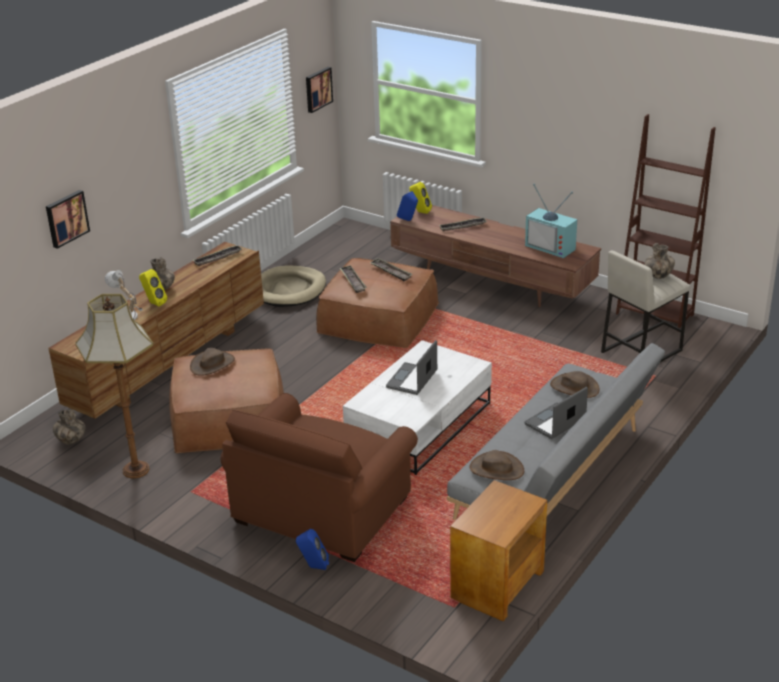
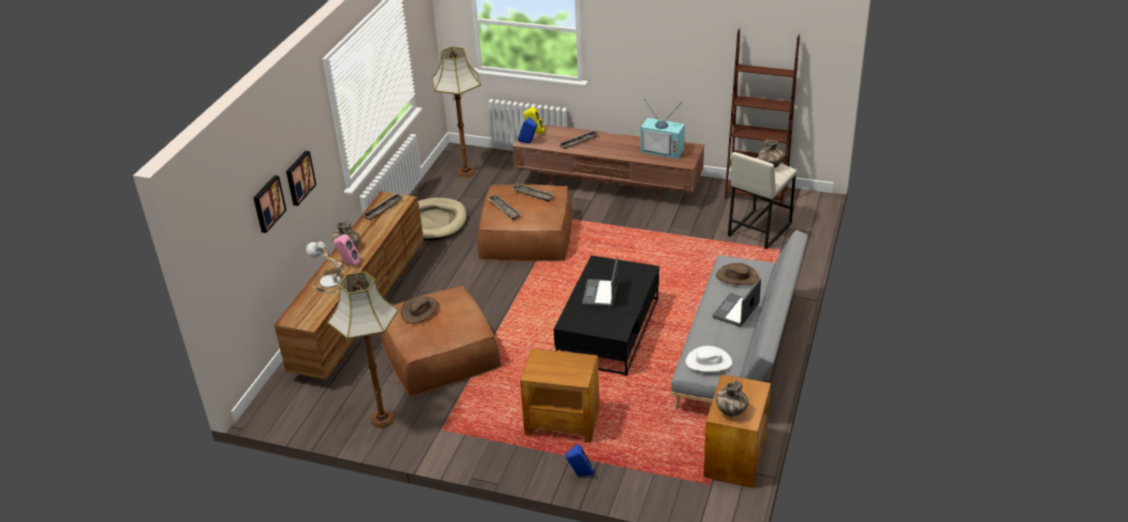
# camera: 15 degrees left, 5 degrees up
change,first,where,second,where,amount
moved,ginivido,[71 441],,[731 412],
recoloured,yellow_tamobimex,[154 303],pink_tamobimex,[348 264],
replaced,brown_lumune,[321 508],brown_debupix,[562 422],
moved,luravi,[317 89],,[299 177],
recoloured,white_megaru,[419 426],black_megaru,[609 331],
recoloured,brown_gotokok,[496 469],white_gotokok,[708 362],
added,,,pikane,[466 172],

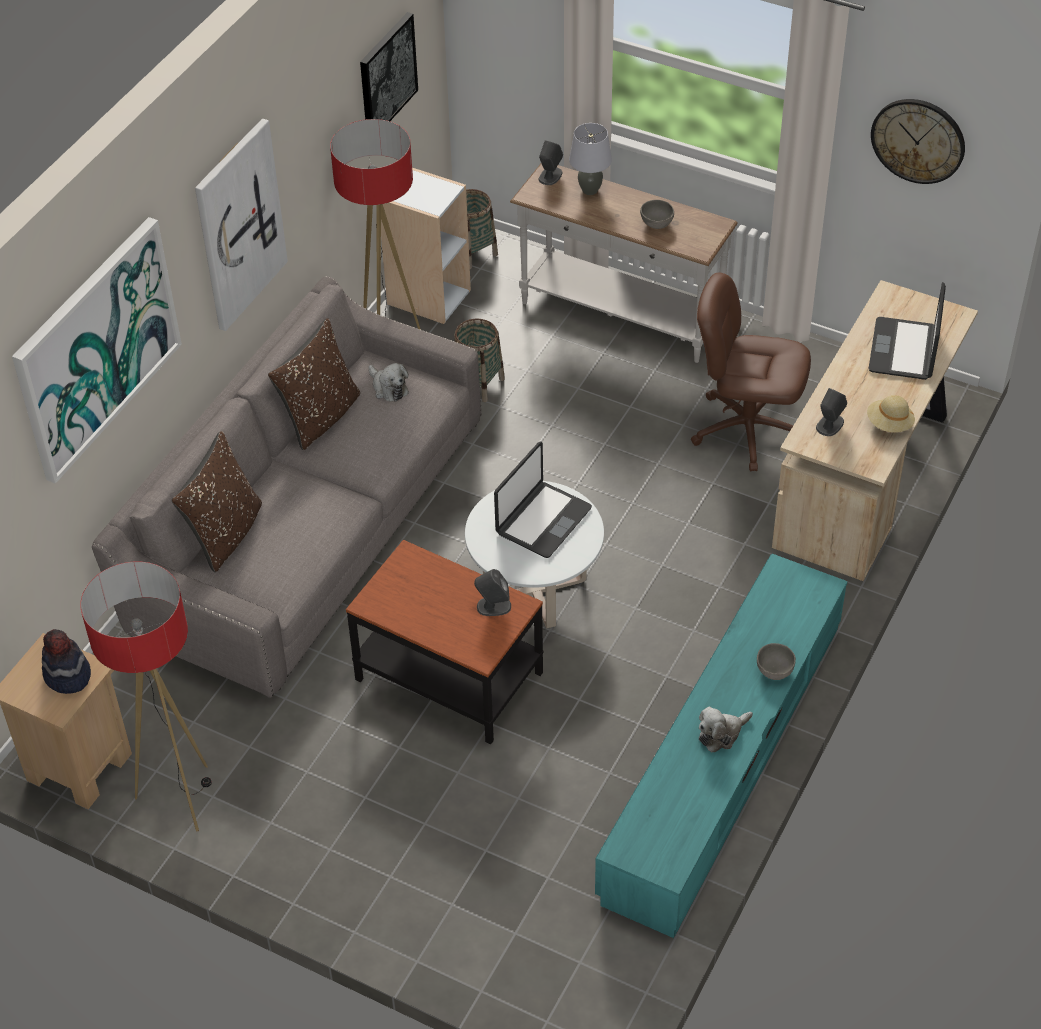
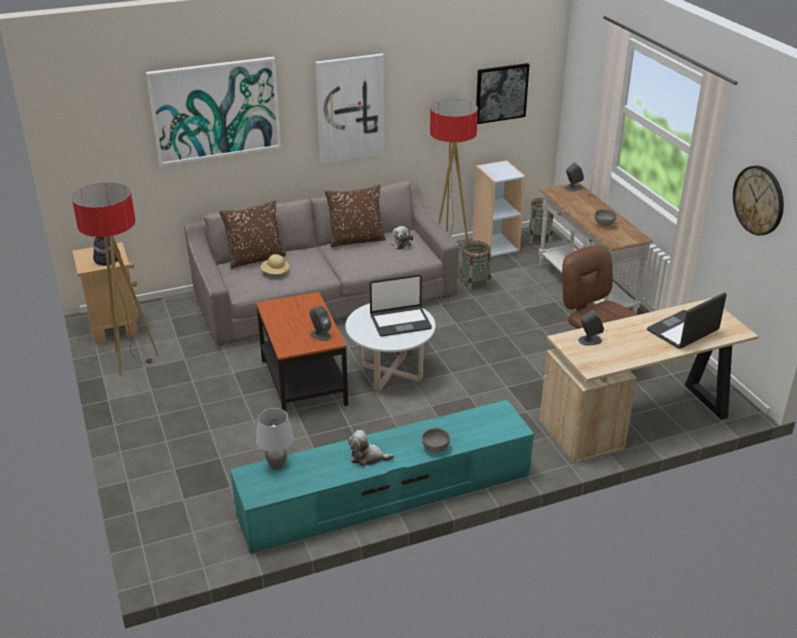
# camera: 40 degrees right, 15 degrees down
change,first,where,second,where,amount
moved,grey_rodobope,[589 190],,[277 465],
moved,beige_gotokok,[889 424],,[275 272],

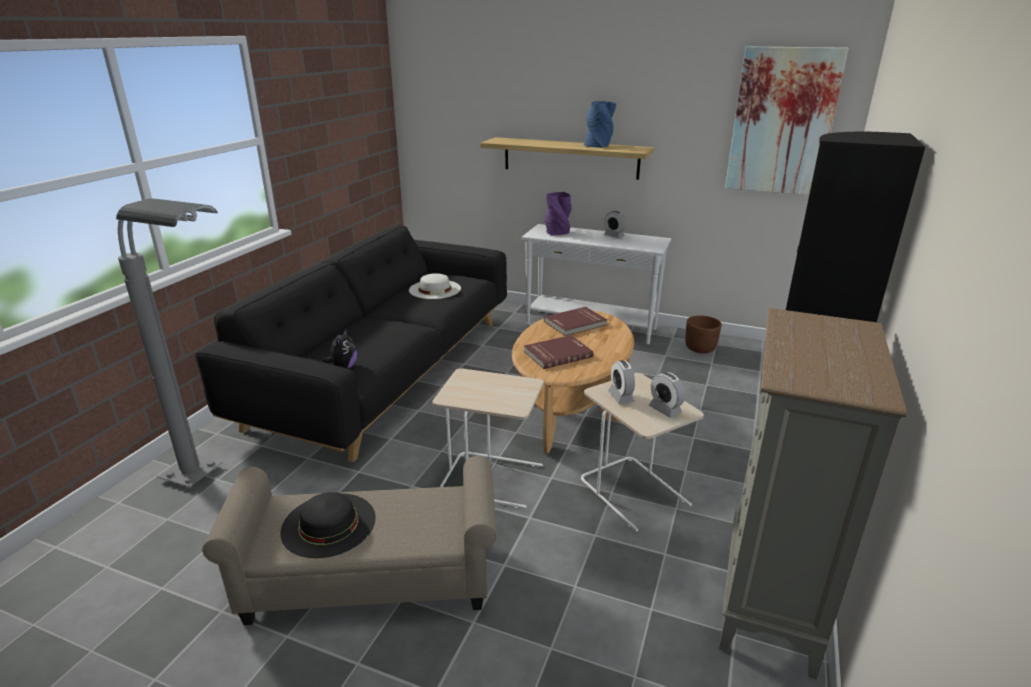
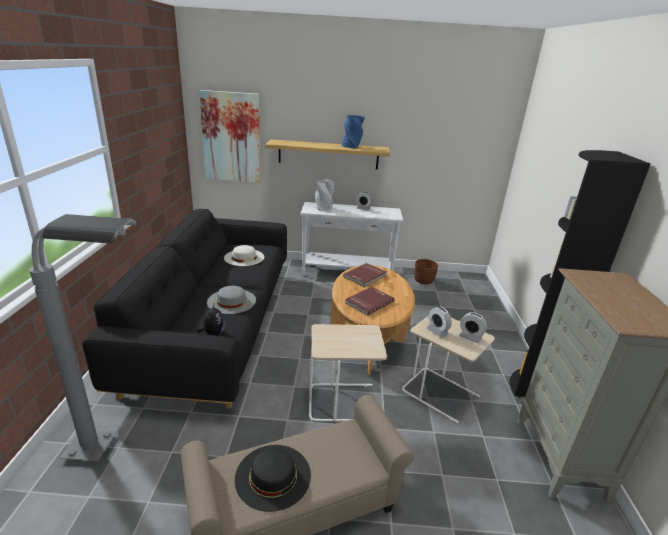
# camera: 20 degrees left, 0 degrees up
change,first,where,second,where,amount
recoloured,purple_ginivido,[557 233],grey_ginivido,[324 208],
moved,luravi,[782 122],,[231 137],
added,,,grey_gotokok,[231 301],

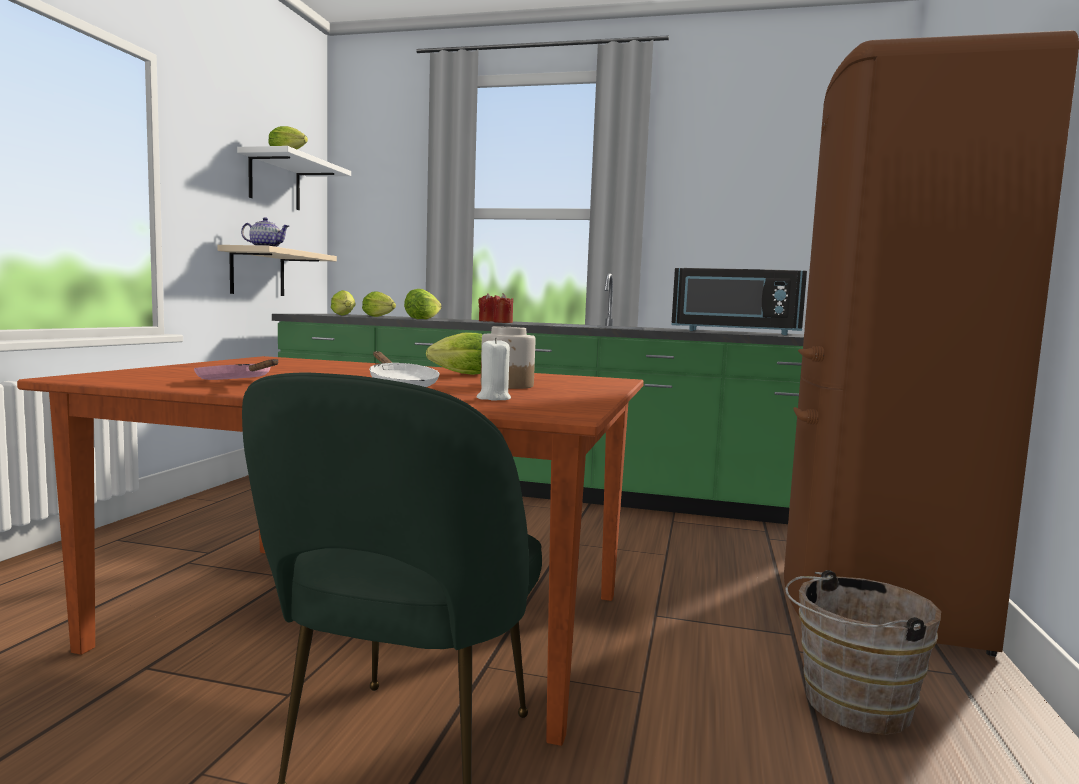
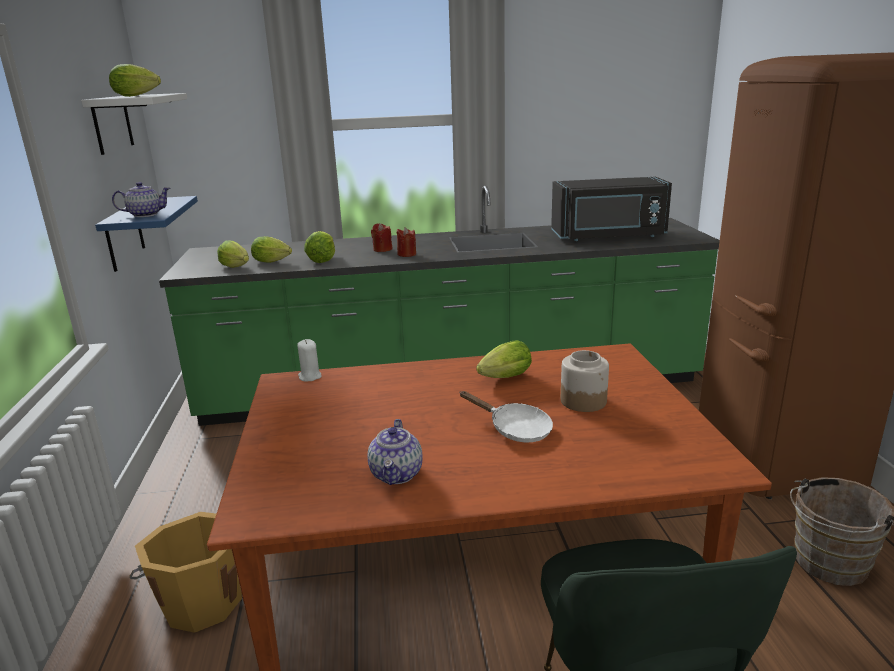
# camera: 20 degrees left, 15 degrees up
change,first,where,second,where,amount
replaced,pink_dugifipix,[238 382],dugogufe,[397 474],
recoloured,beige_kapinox,[257 272],blue_kapinox,[124 235],
moved,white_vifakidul,[493 398],,[310 376],
added,,,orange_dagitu,[202 602],

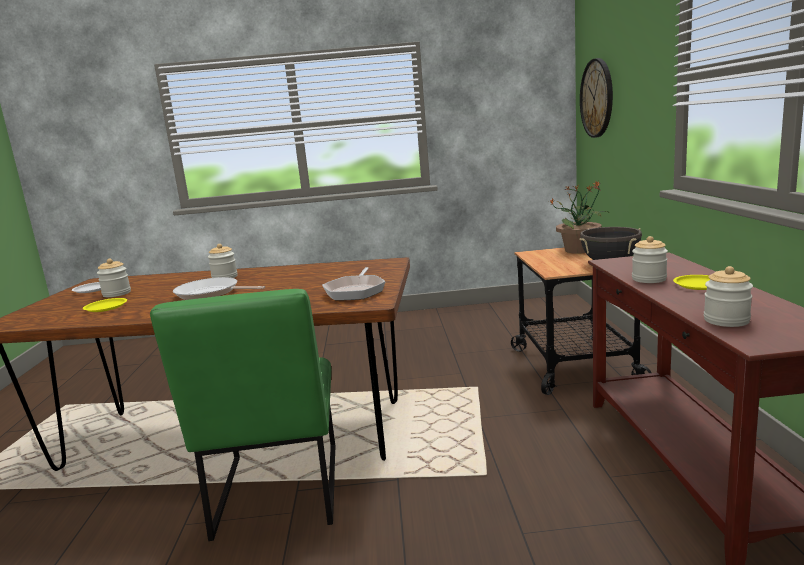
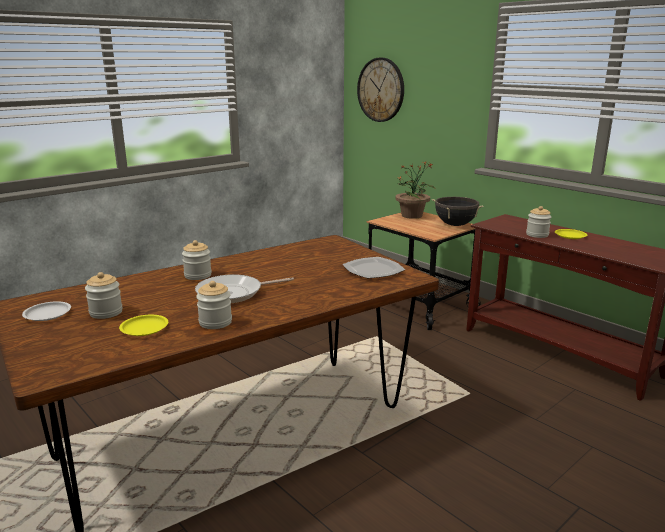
# camera: 40 degrees left, 5 degrees up
change,first,where,second,where,amount
removed,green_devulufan,[277 492],,,
replaced,dugifipix,[356 291],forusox,[373 270],
moved,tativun,[726 320],,[215 322],

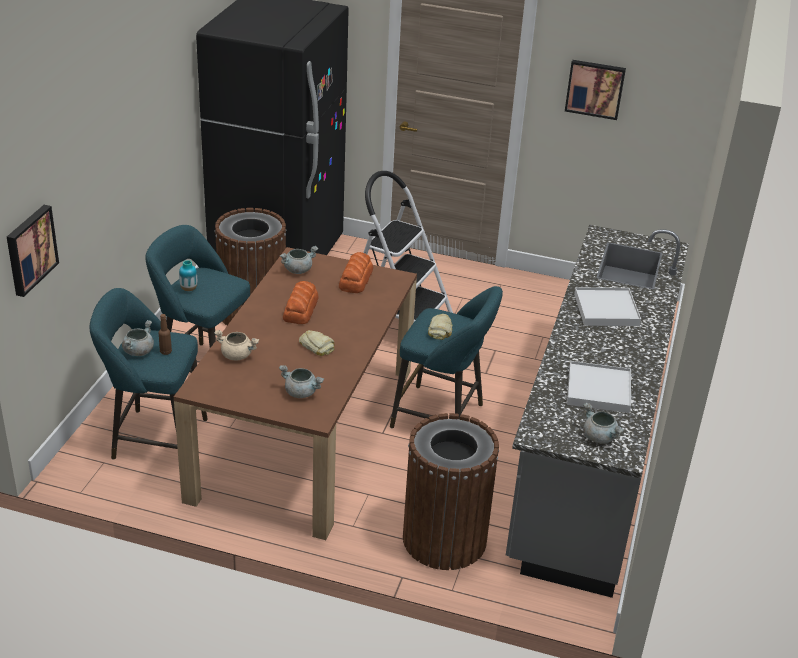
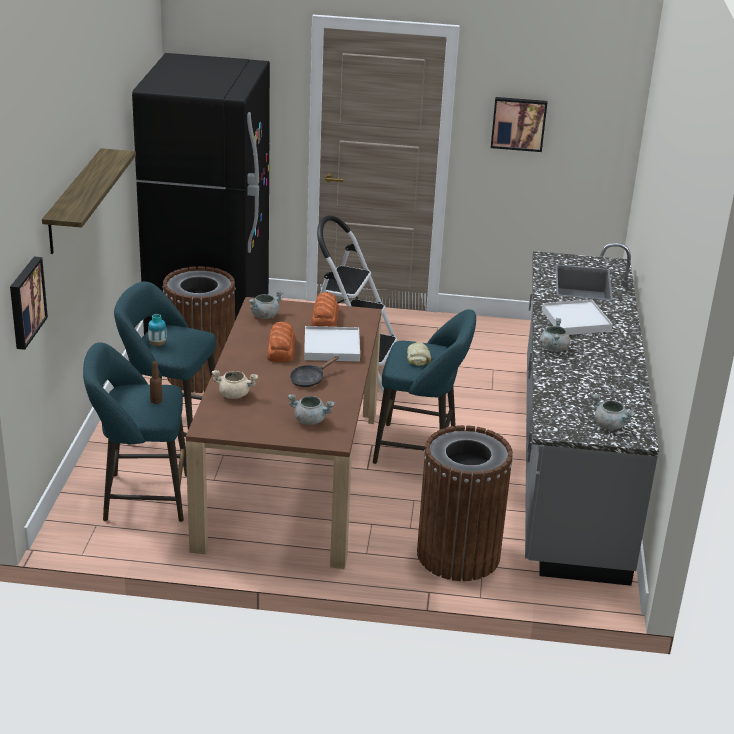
# camera: 10 degrees left, 5 degrees down
change,first,where,second,where,amount
moved,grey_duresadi,[138 351],,[553 348],
replaced,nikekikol,[317 346],black_dugifipix,[309 379],
moved,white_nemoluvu,[598 390],,[332 347],
added,,,kapinox,[74 201],

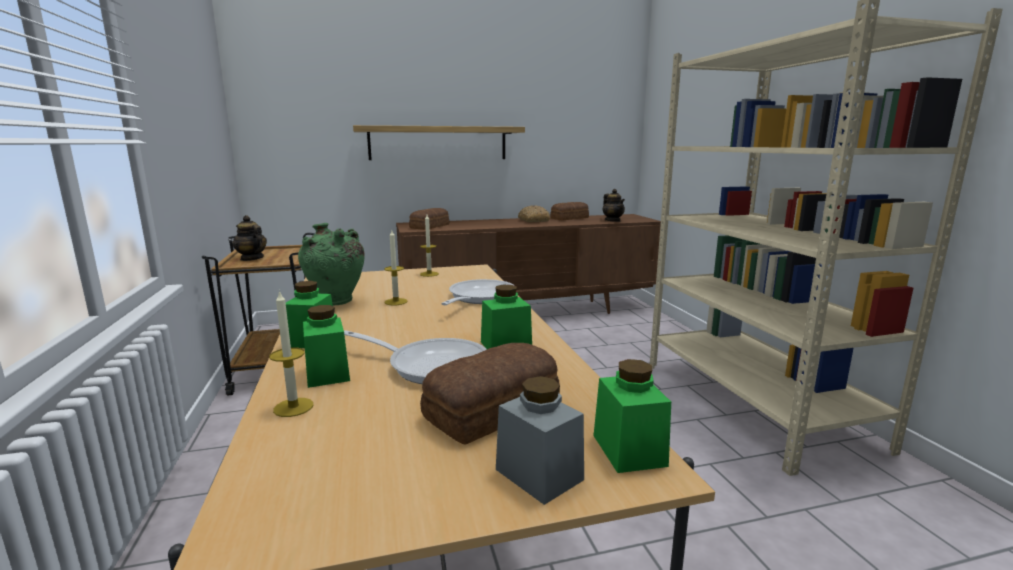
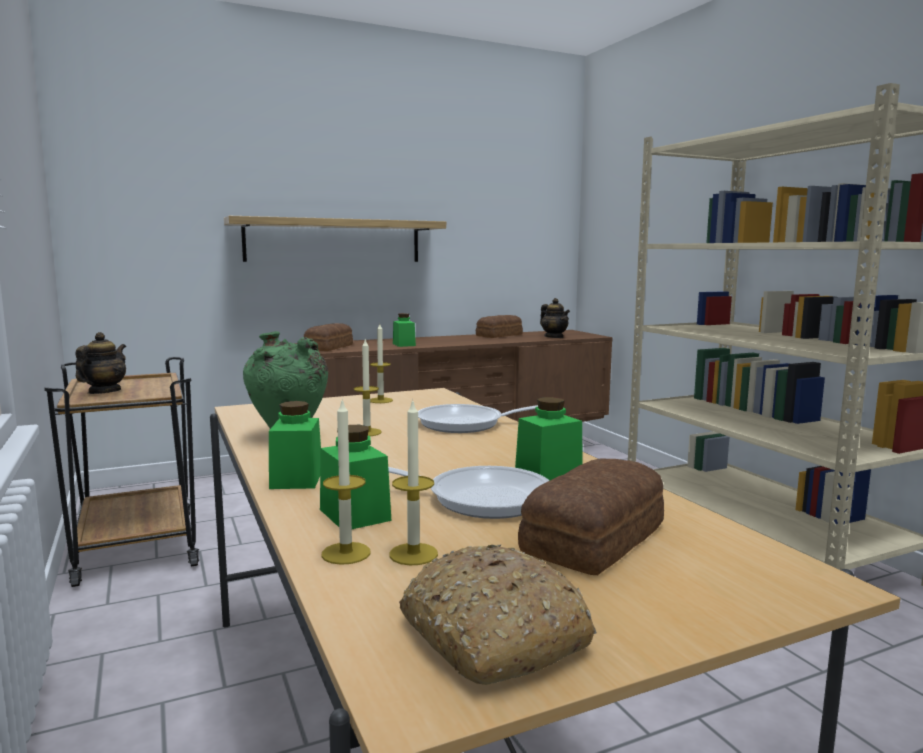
# camera: 10 degrees left, 5 degrees down
change,first,where,second,where,amount
turned,dugogufe,[251 258],,[104 392],75 degrees clockwise
turned,dugifipix,[478 298],,[468 424],105 degrees counterclockwise
removed,grey_tativun,[539 474],,,
moved,nikekikol,[533 220],,[490 636],
moved,green_tativun,[629 450],,[404 344],
added,,,vifakidul,[413 554],

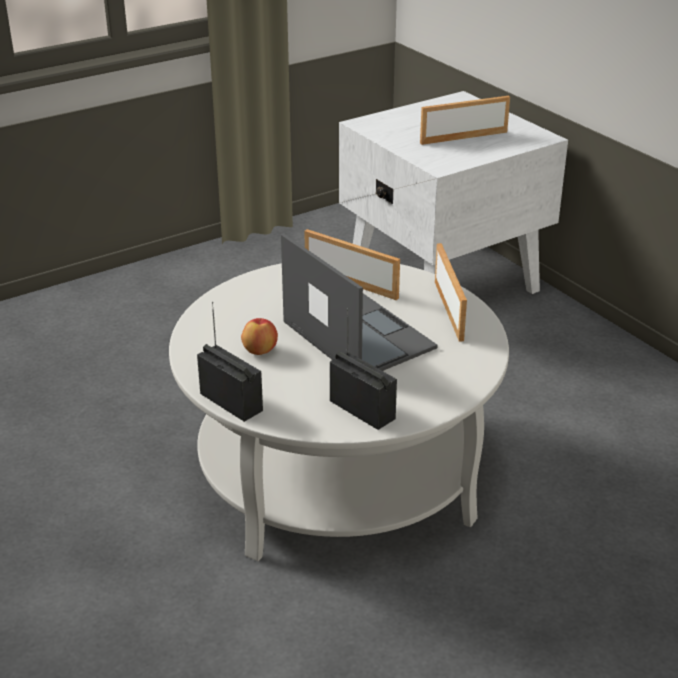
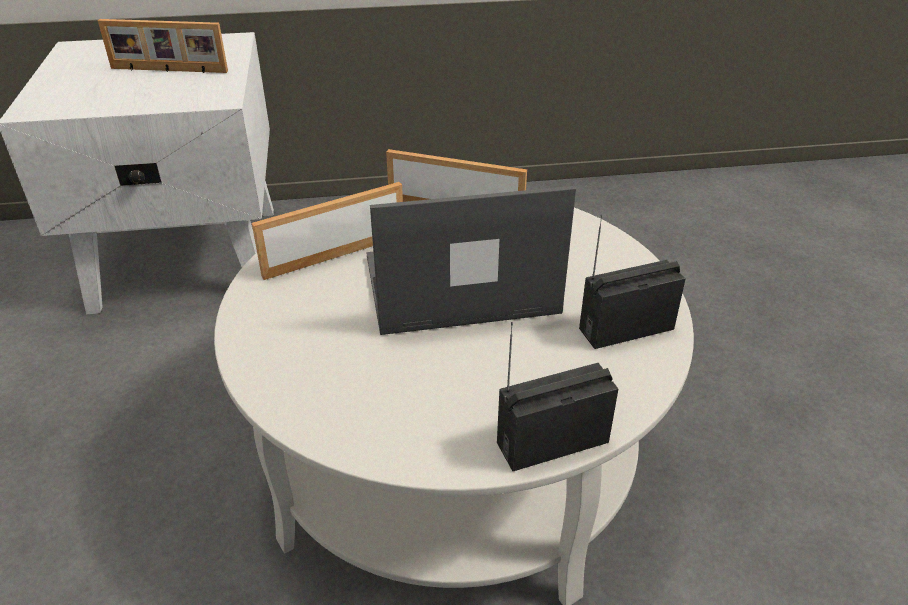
# camera: 65 degrees left, 5 degrees up
change,first,where,second,where,amount
removed,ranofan,[260 351],,,
turned,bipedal,[463 137],,[168 70],90 degrees counterclockwise

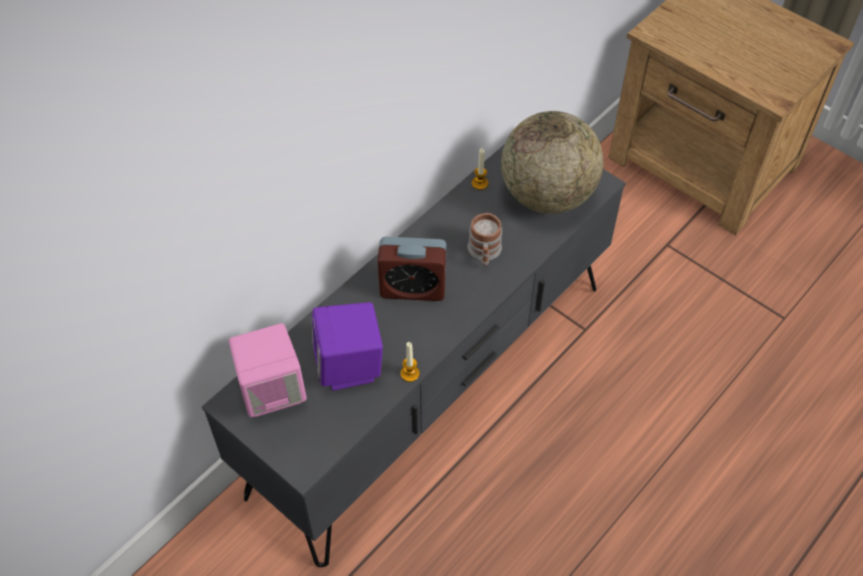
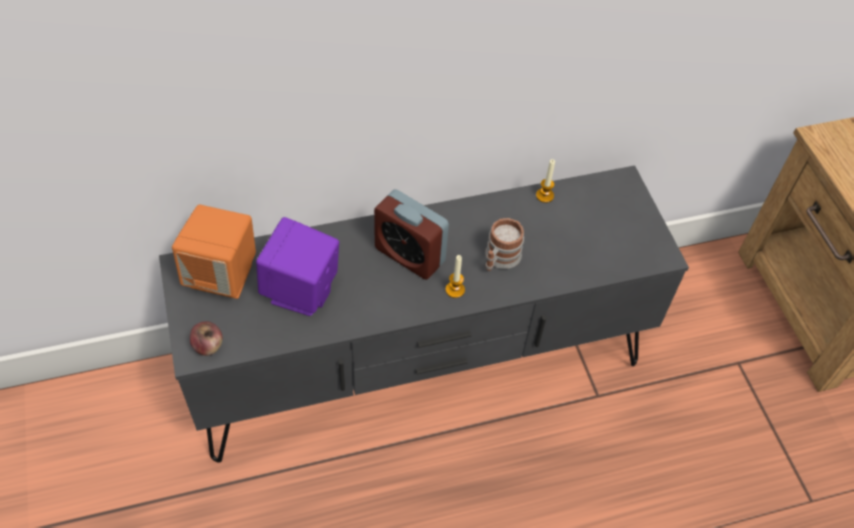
# camera: 30 degrees right, 0 degrees up
change,first,where,second,where,amount
recoloured,pink_tamobimex,[273 391],orange_tamobimex,[223 275],
moved,vifakidul,[410 373],,[455 290],
removed,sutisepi,[547 195],,,
added,,,ranofan,[208 346],

